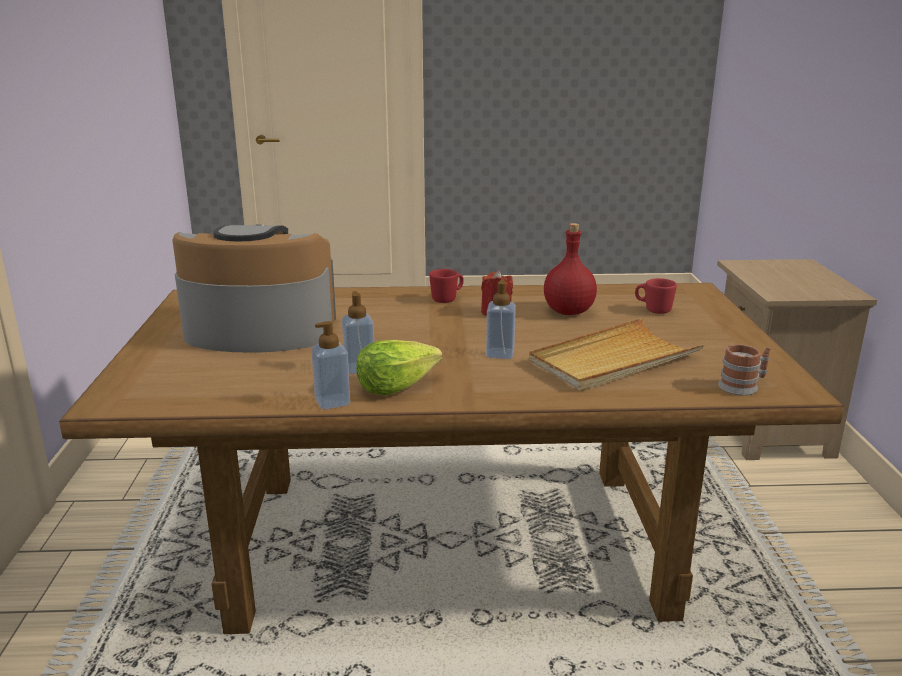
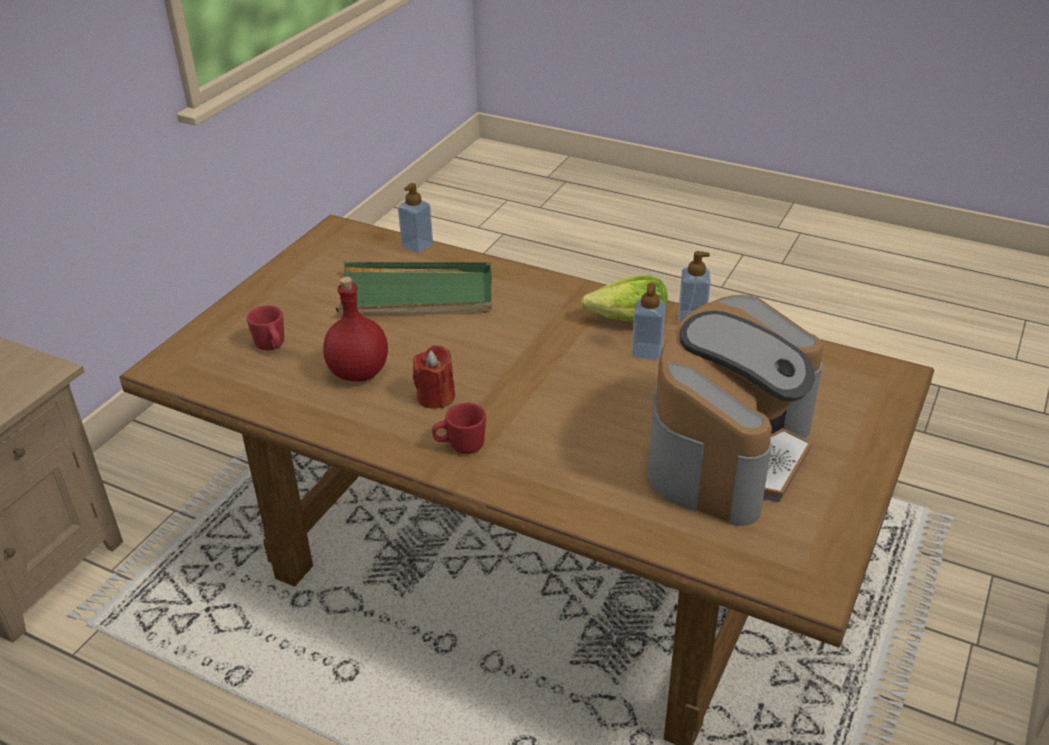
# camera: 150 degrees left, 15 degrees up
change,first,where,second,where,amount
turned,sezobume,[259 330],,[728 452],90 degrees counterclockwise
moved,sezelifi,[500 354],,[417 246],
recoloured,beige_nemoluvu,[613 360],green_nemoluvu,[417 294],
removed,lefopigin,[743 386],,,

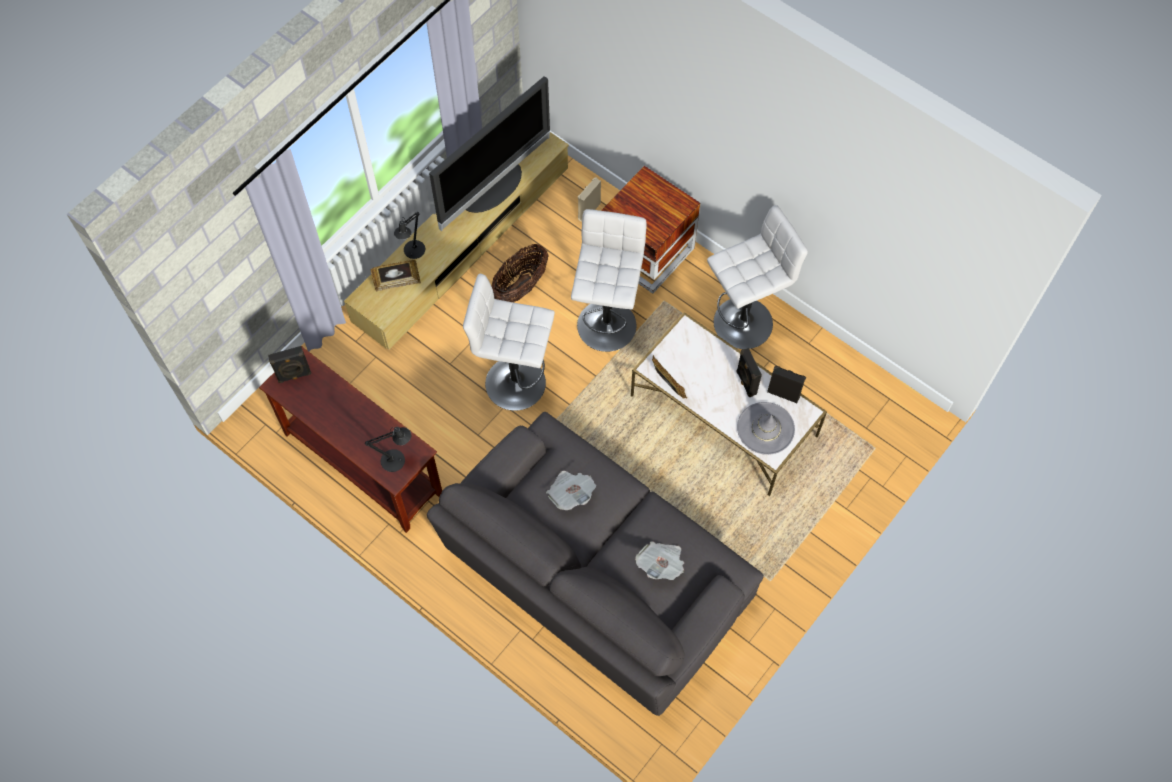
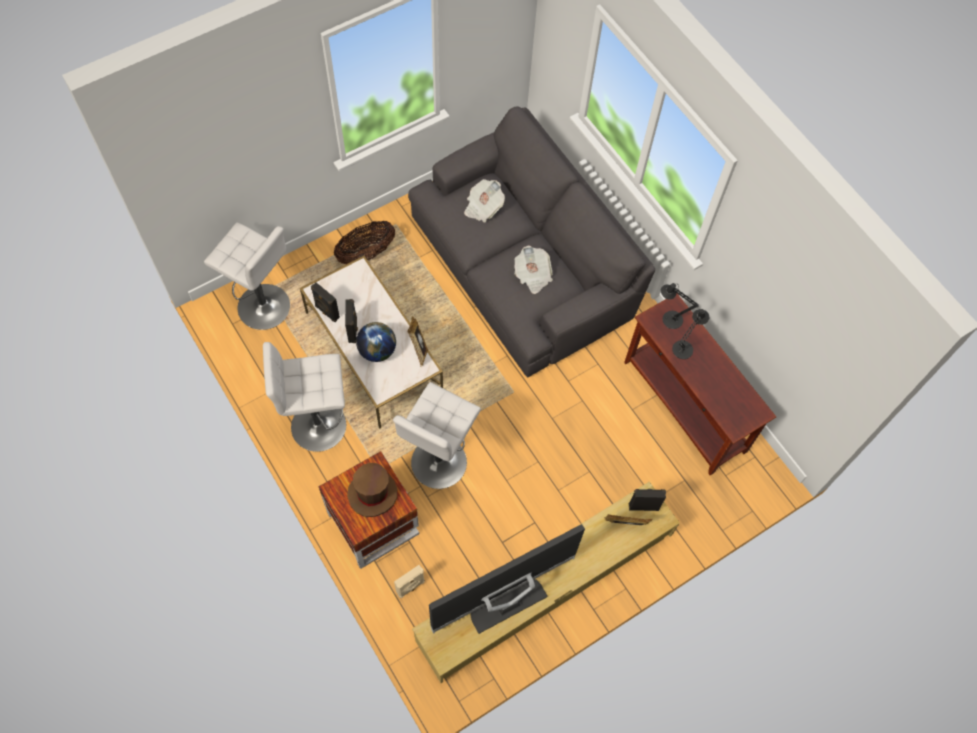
# camera: 165 degrees left, 0 degrees up
change,first,where,second,where,amount
moved,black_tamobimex,[294 376],,[643 506],
moved,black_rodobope,[413 252],,[684 347],
moved,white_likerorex,[515 382],,[264 307],
moved,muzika,[520 287],,[366 253],
removed,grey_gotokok,[765 428],,,
added,,,brown_gotokok,[372 493],
added,,,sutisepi,[377 350],

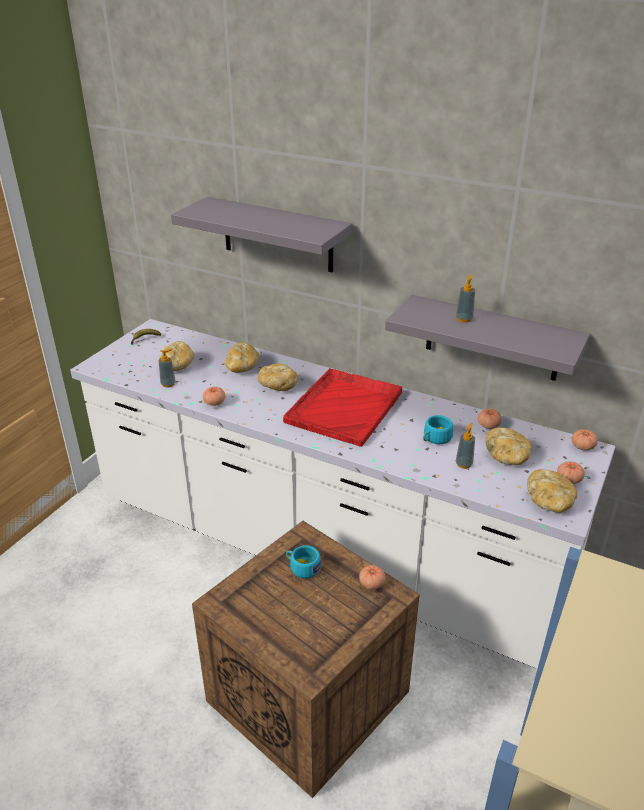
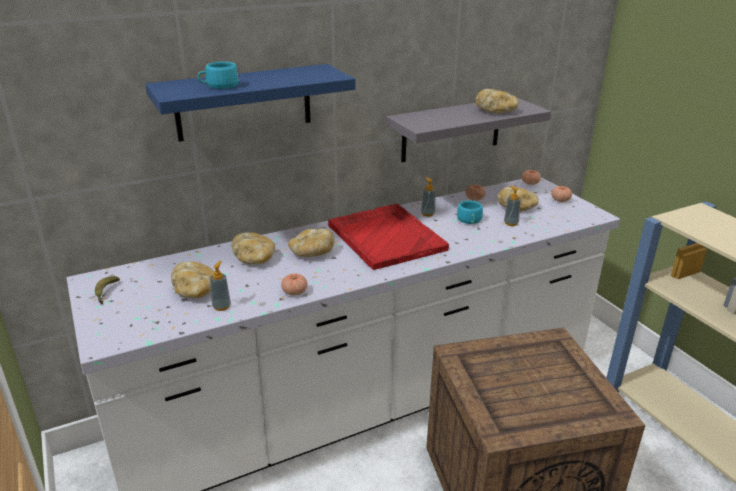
# camera: 55 degrees left, 5 degrees down
change,first,where,second,where,amount
recoloured,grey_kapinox,[277 235],blue_kapinox,[244 102],
moved,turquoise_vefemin,[302 567],,[219 86],
removed,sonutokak,[372 583],,,
moved,sezelifi,[464 319],,[427 213],
moved,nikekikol,[549 501],,[496 111],

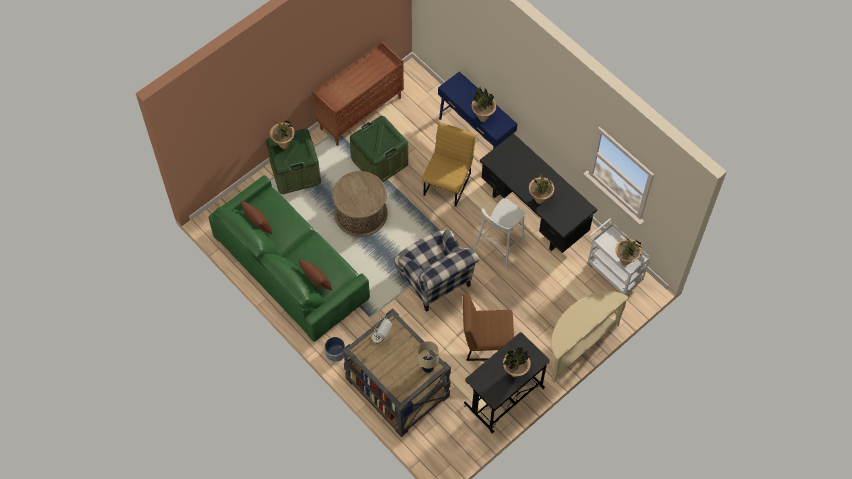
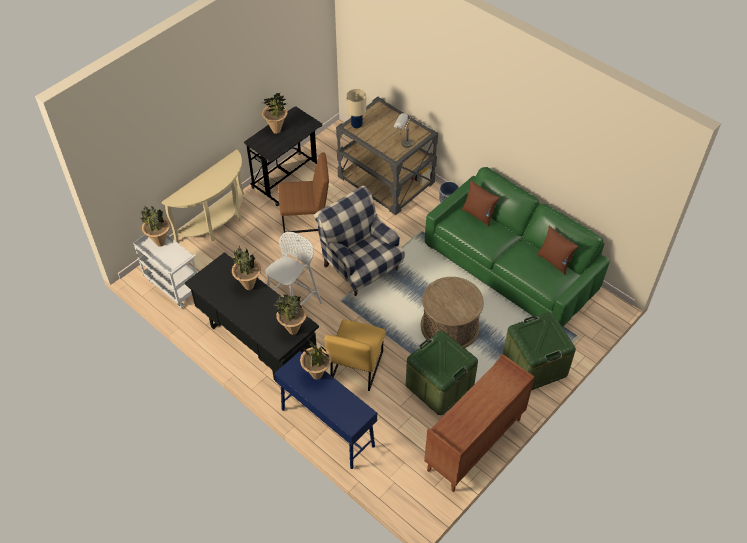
# camera: 175 degrees right, 10 degrees down
change,first,where,second,where,amount
moved,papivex,[284 145],,[293 330],

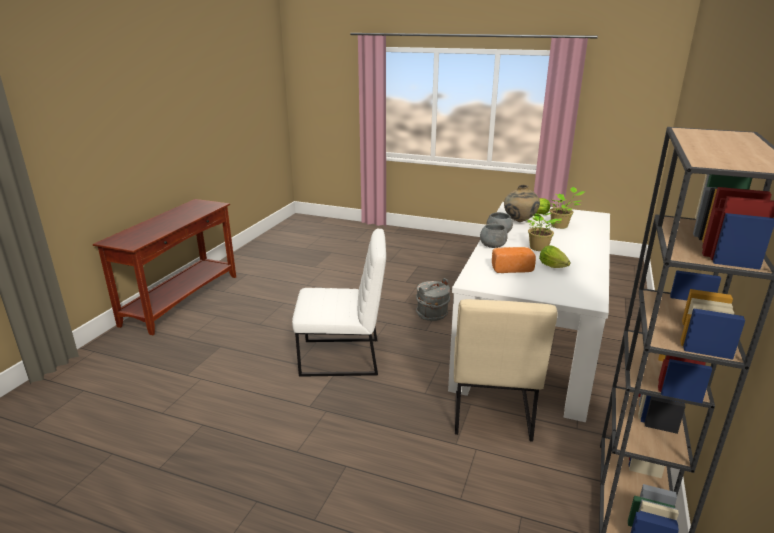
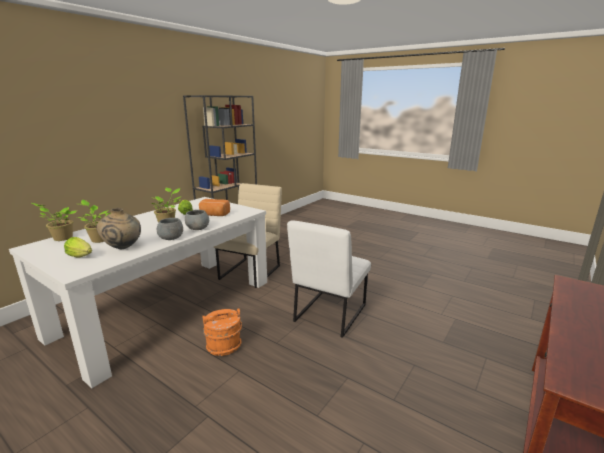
# camera: 165 degrees left, 5 degrees down
change,first,where,second,where,amount
turned,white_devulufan,[343 357],,[329 314],75 degrees counterclockwise
recoloured,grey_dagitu,[432 314],orange_dagitu,[224 345],
added,,,papivex,[61 238],

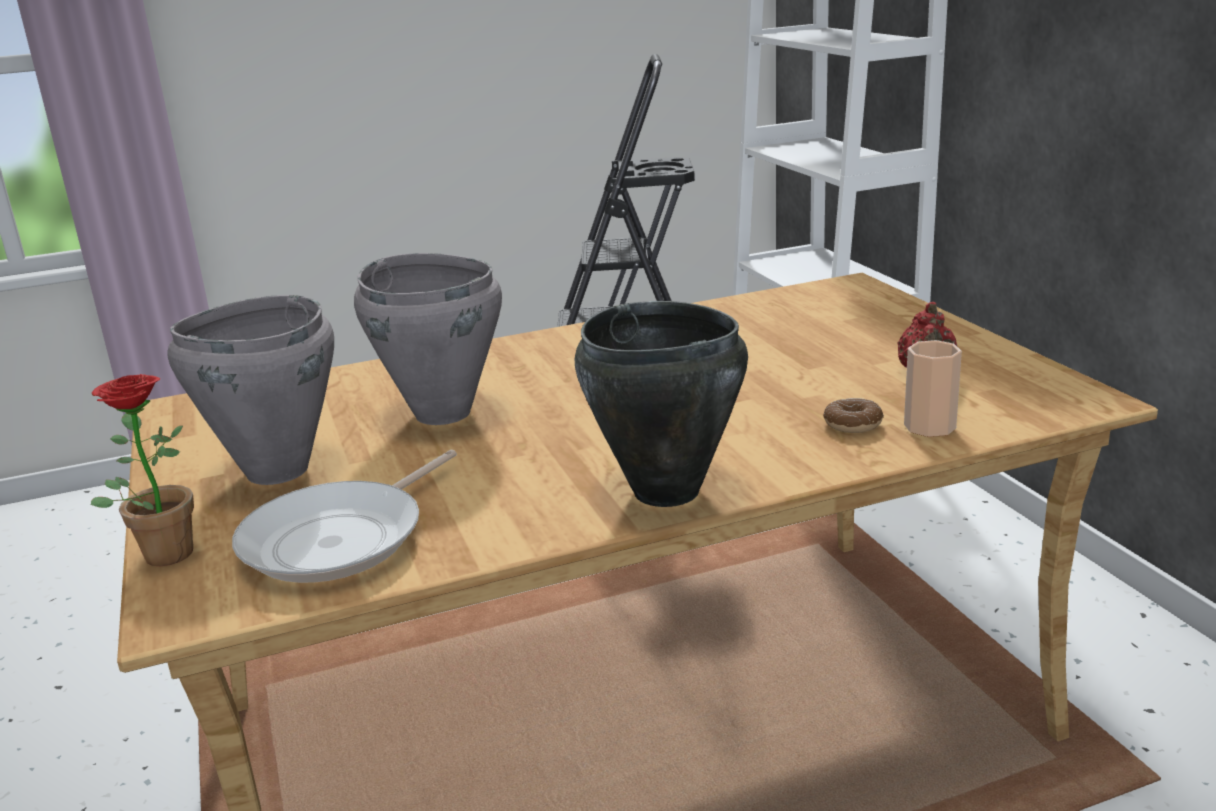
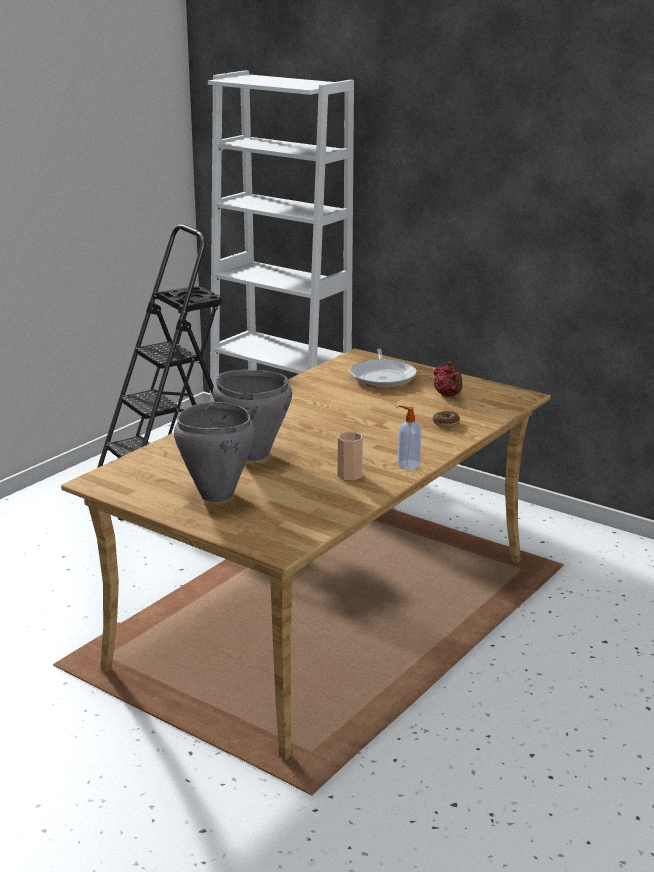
# camera: 35 degrees left, 0 degrees up
change,first,where,second,where,amount
removed,papivex,[163 551],,,
moved,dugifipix,[341 538],,[383 377],
replaced,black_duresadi,[665 492],sezelifi,[408 464],
moved,vefemin,[929 427],,[349 475],

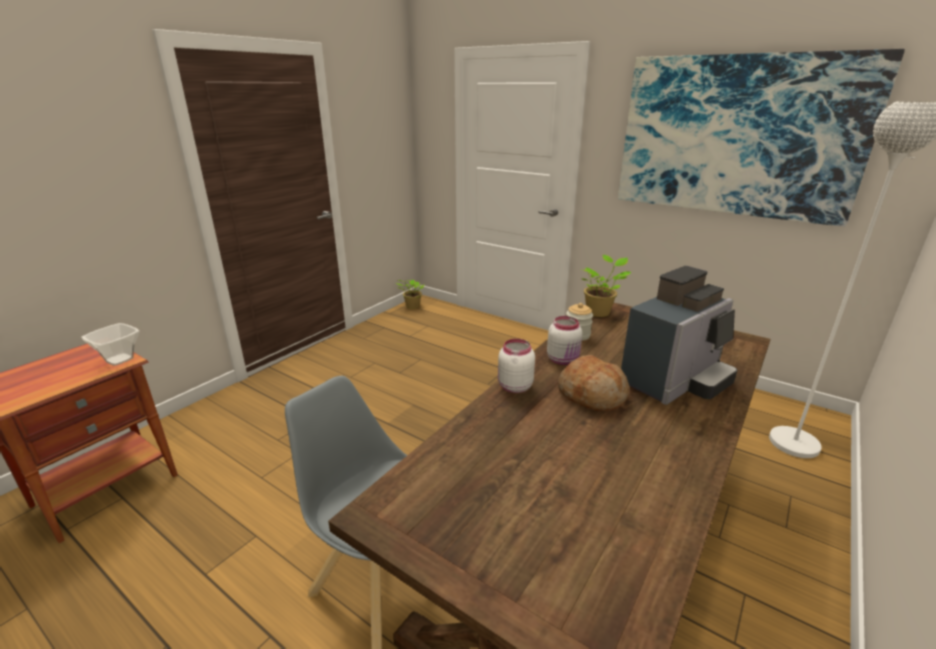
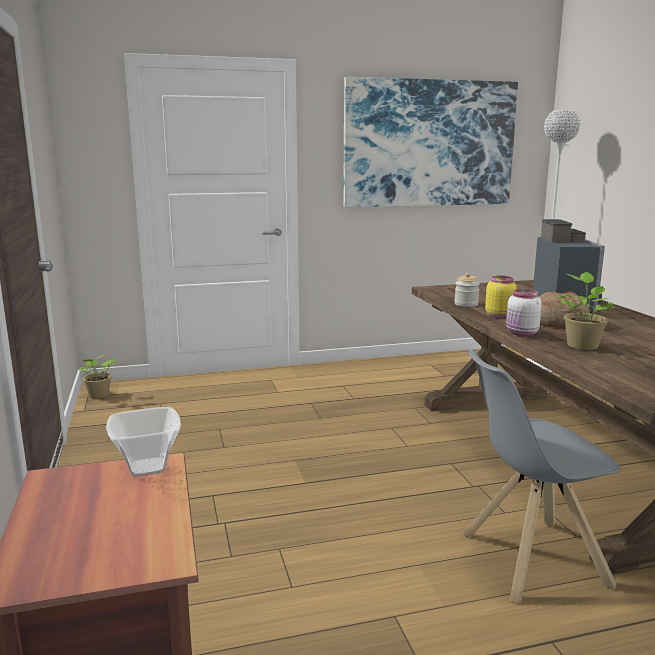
# camera: 50 degrees left, 10 degrees down
change,first,where,second,where,amount
recoloured,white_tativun,[563 360],yellow_tativun,[500 315],
moved,papivex,[599 312],,[582 345],

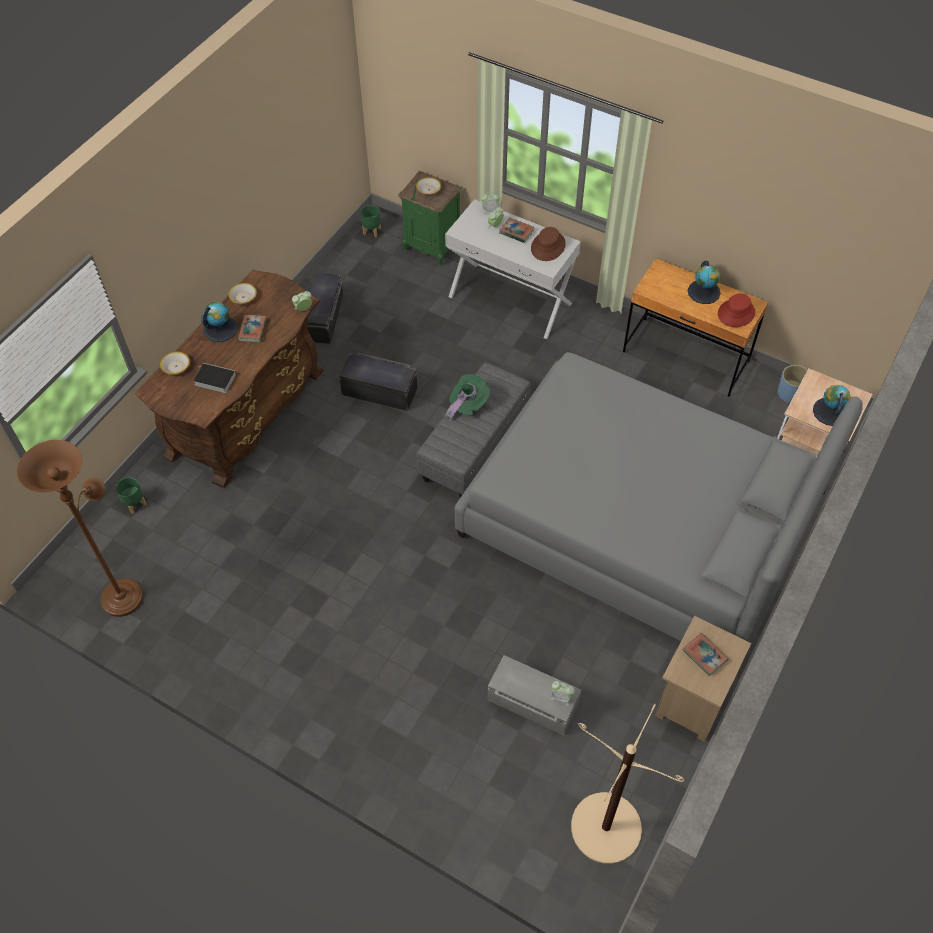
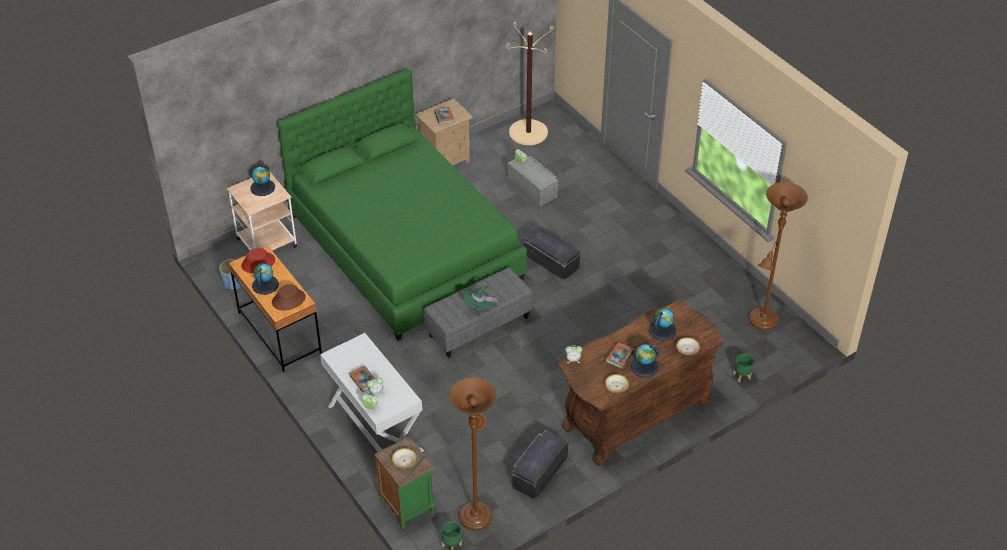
# camera: 155 degrees left, 10 degrees down
change,first,where,second,where,amount
replaced,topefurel,[214 379],sutisepi,[662 330],
moved,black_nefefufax,[380 390],,[550 261],
recoloured,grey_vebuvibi,[636 524],green_vebuvibi,[405 246],
moved,brown_gotokok,[548 246],,[288 300],
added,,,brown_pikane,[476 512],

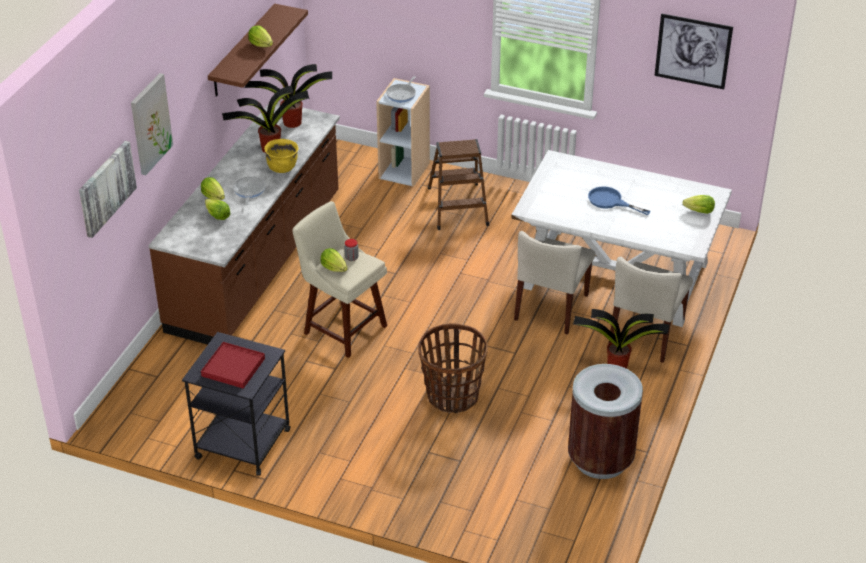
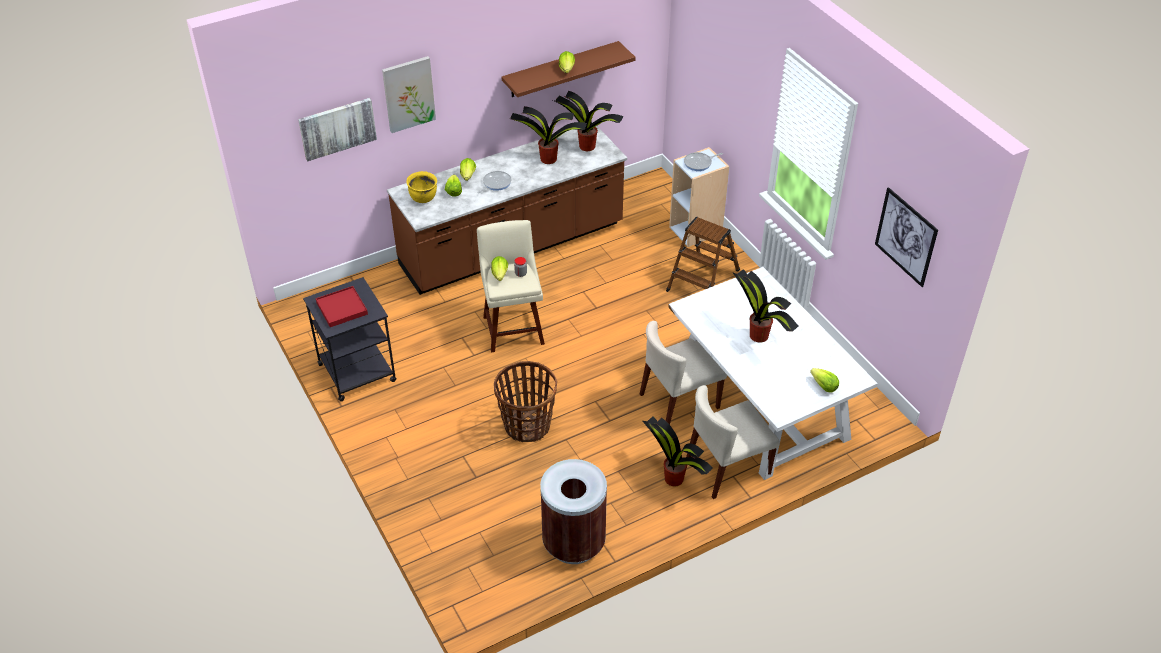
# camera: 40 degrees right, 5 degrees up
change,first,where,second,where,amount
moved,yellow_duresadi,[282 168],,[423 198],
replaced,blue_dugifipix,[610 201],papivex,[759 336],

